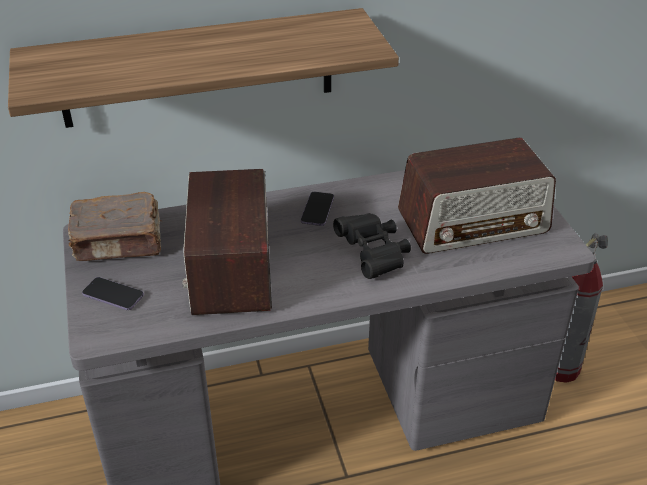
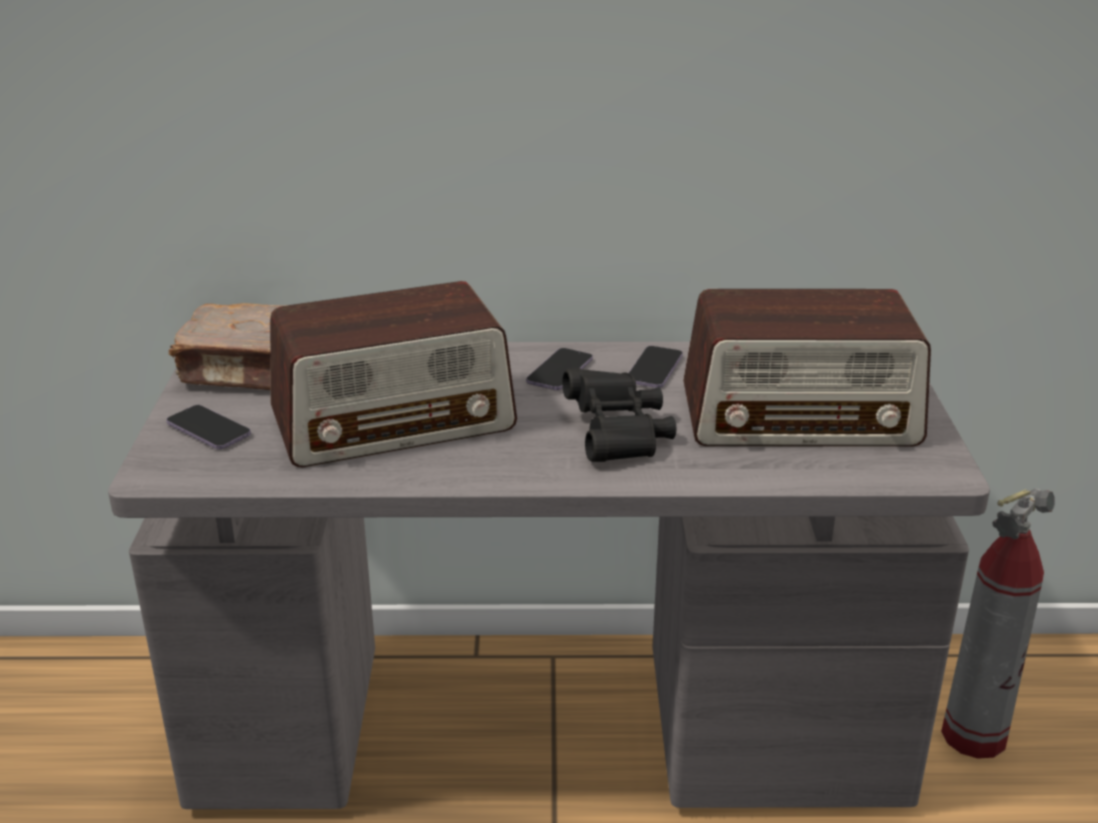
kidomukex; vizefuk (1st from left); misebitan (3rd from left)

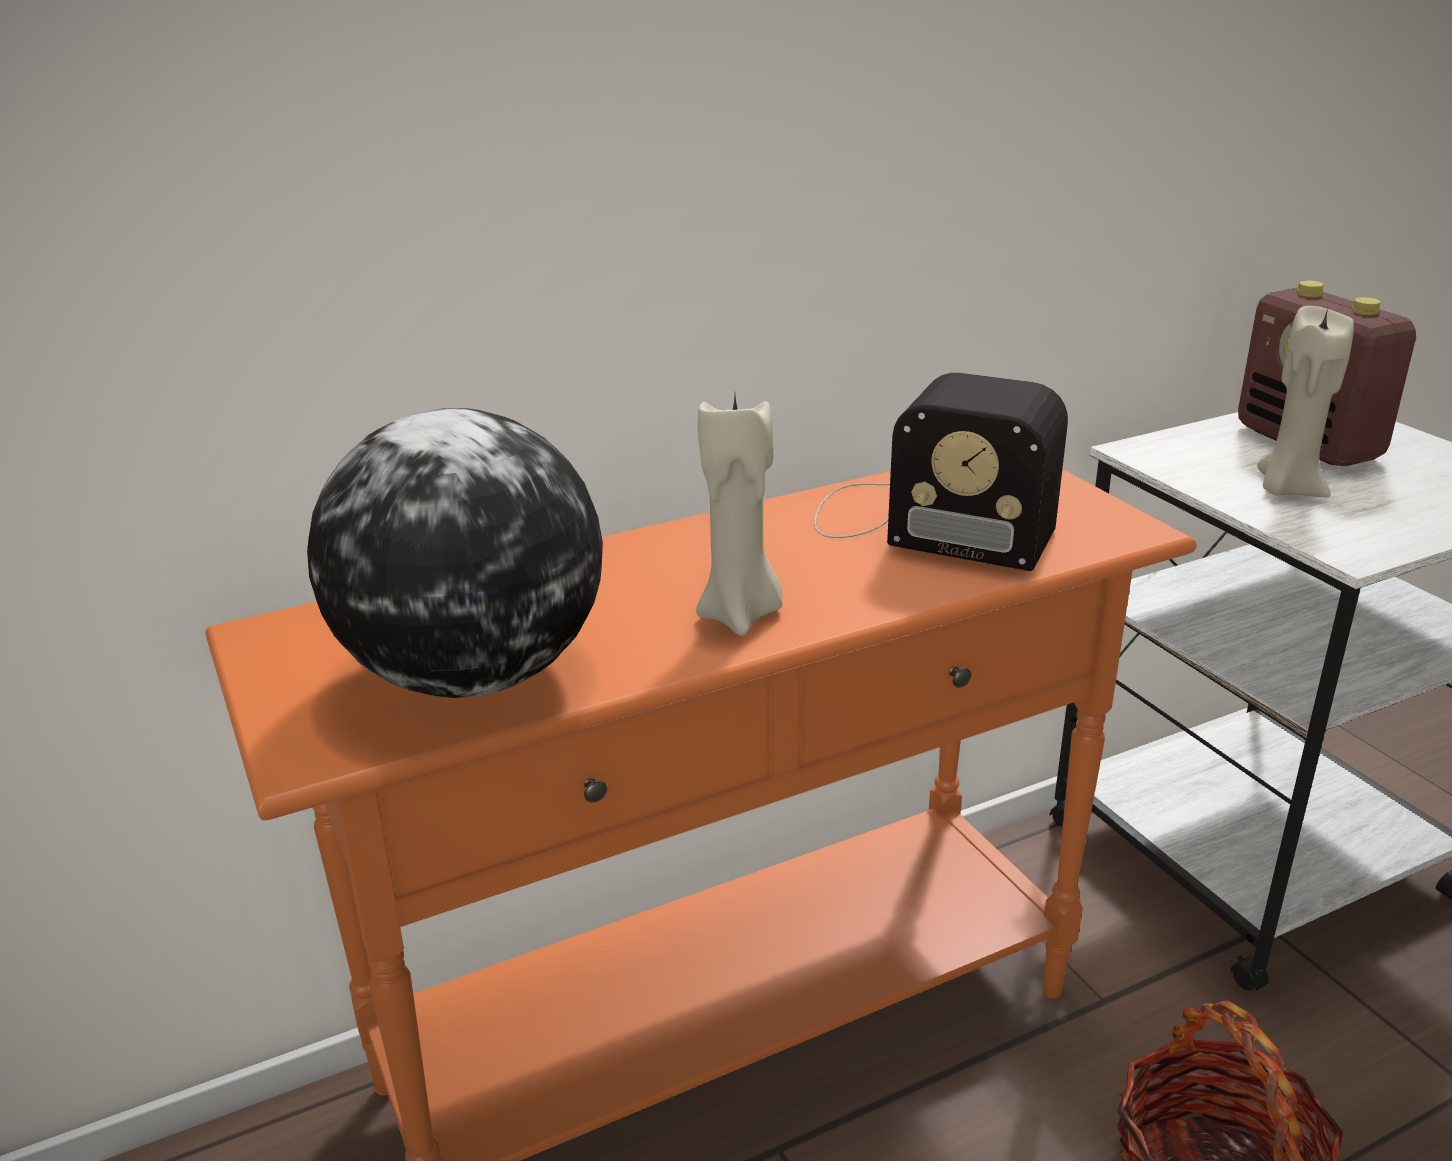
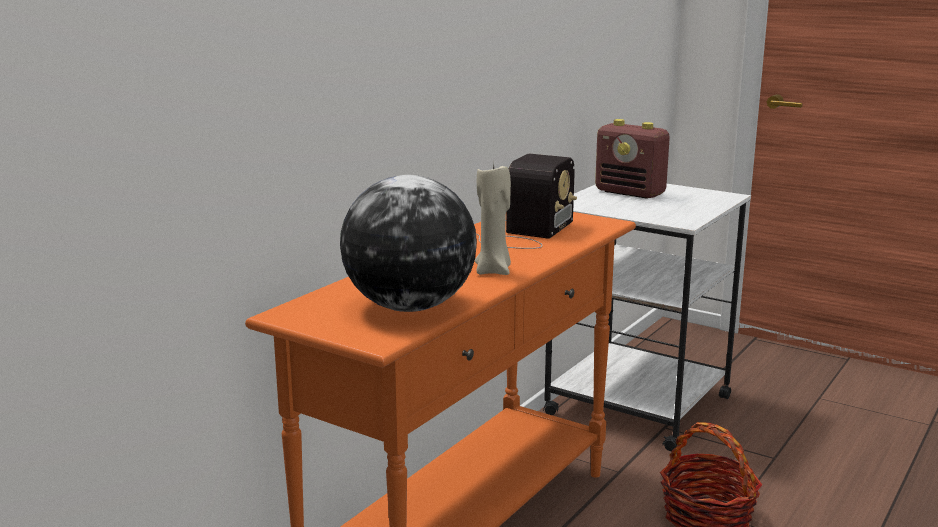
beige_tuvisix (2nd from left in the first image); vizefuk (1st from left)

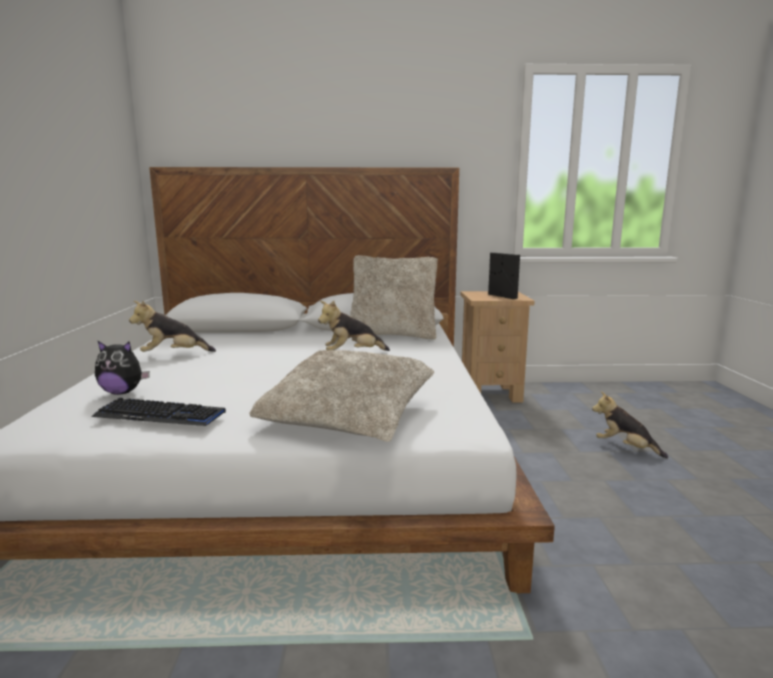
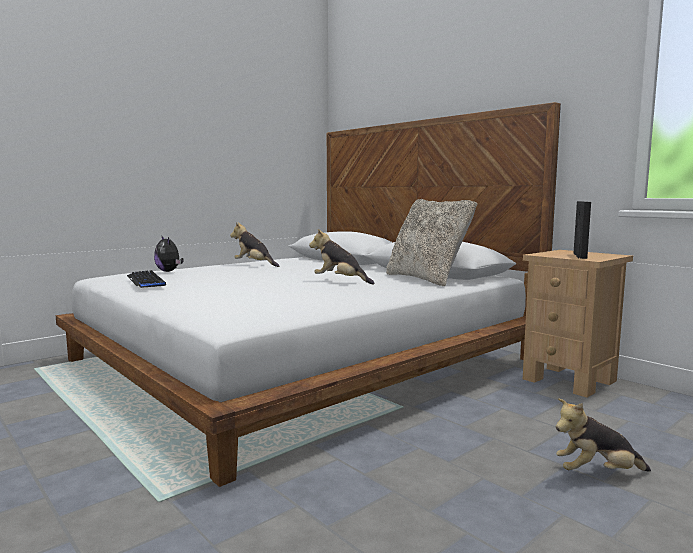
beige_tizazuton (1st from left in the first image); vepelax (4th from left)

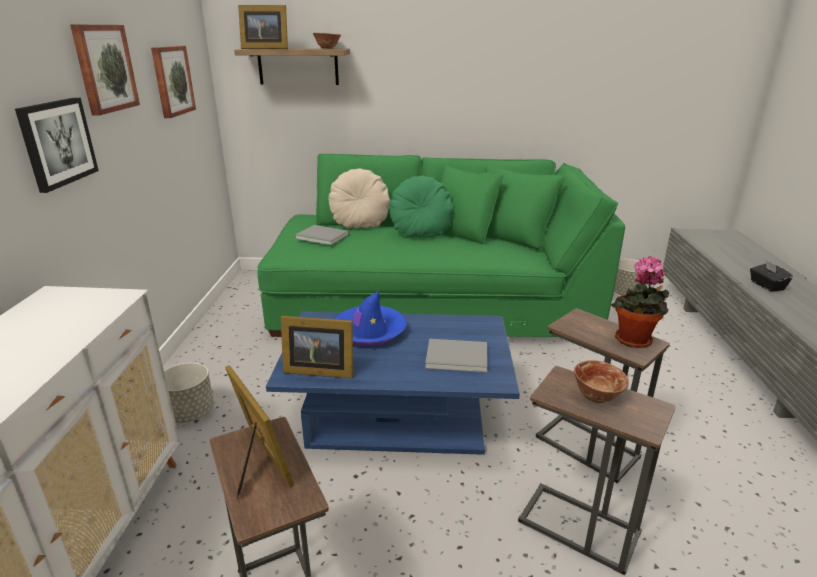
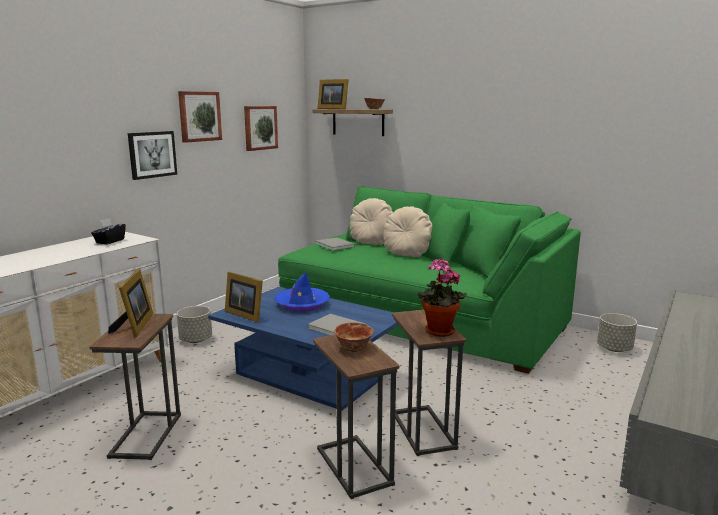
beige_tizazuton (2nd from left); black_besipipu

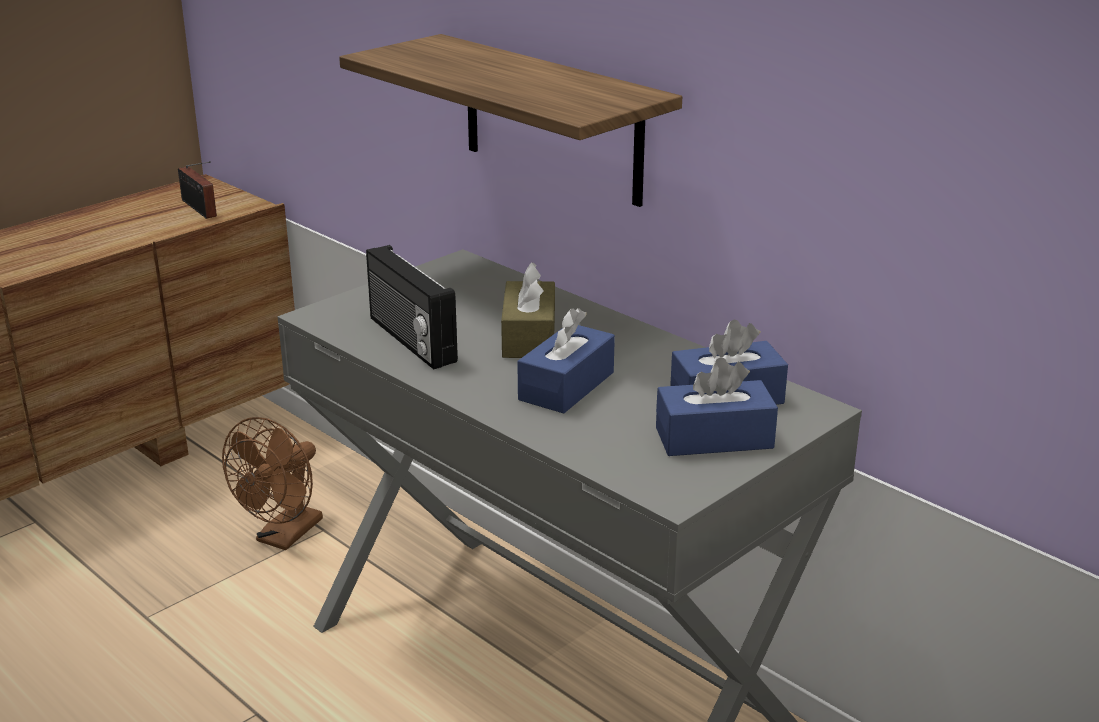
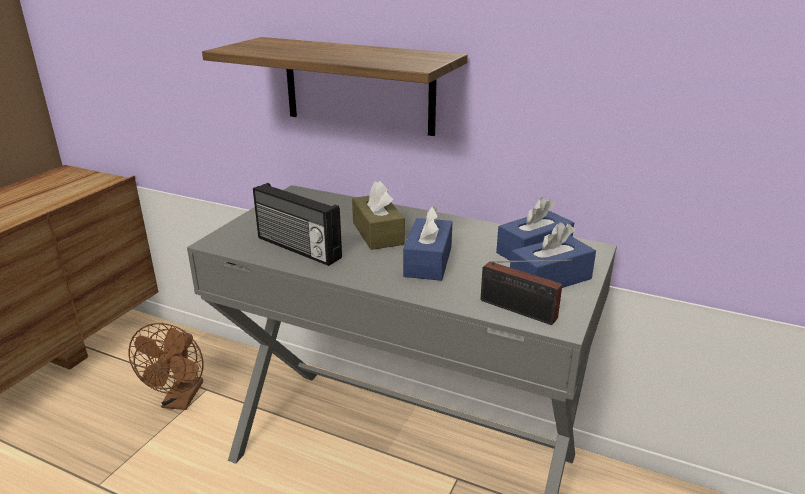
vizefuk (2nd from left)

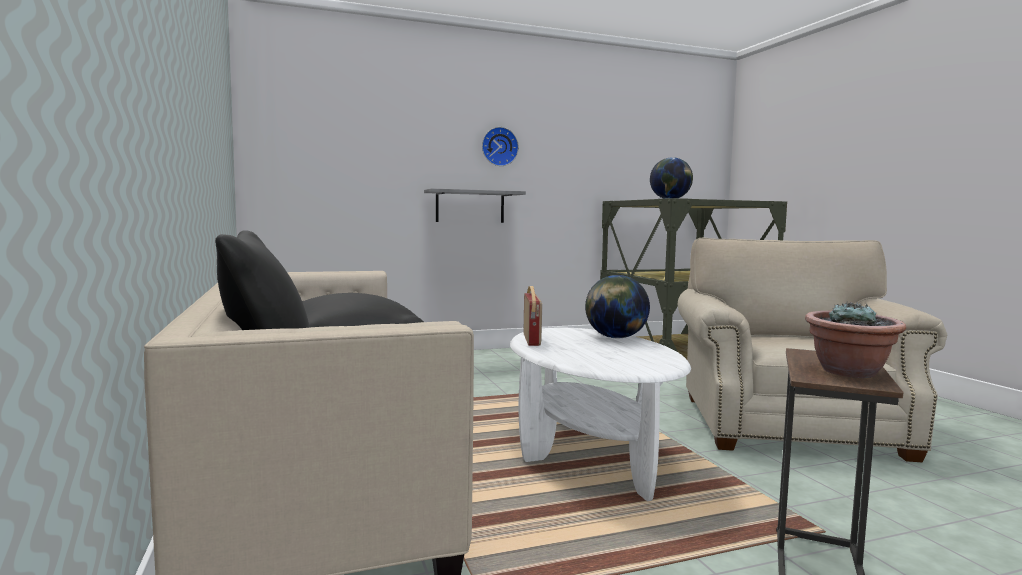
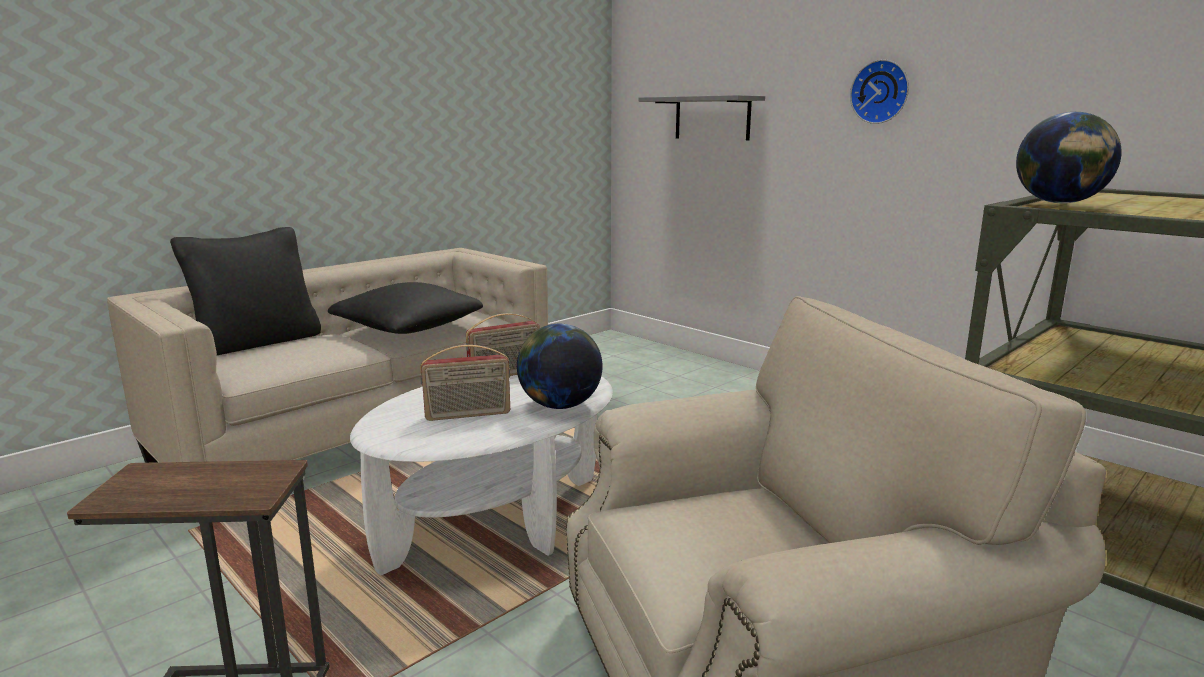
grey_kidomukex; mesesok; vizefuk (1st from left)

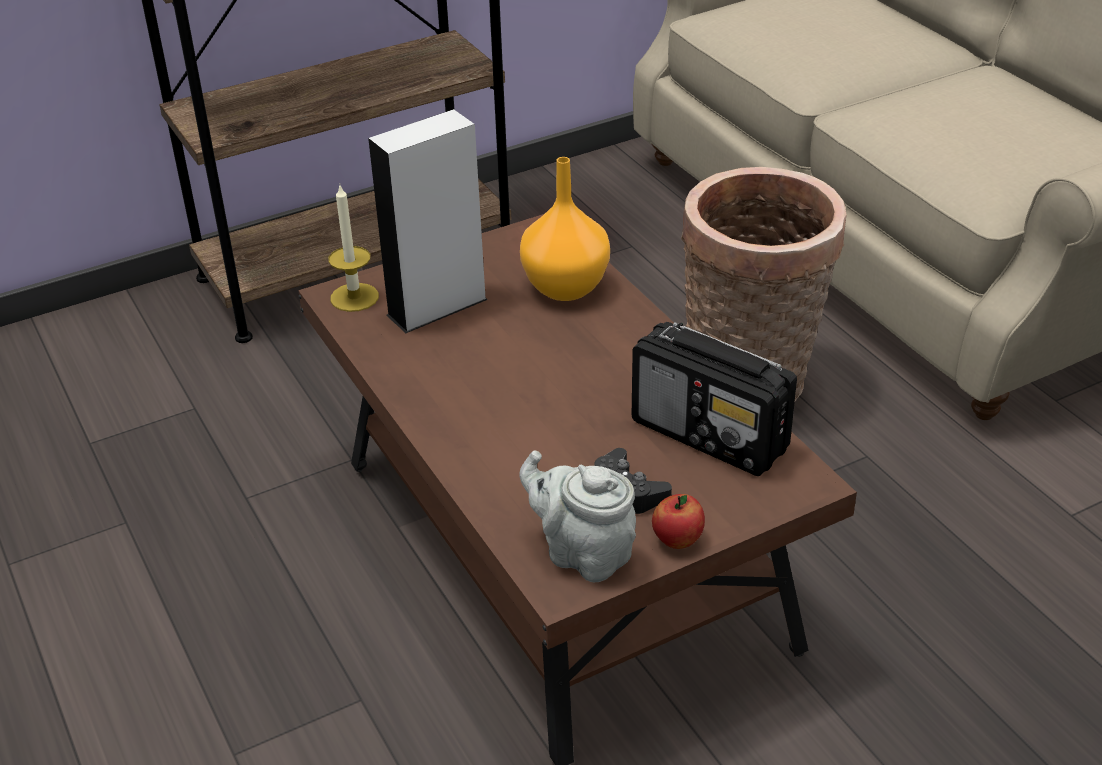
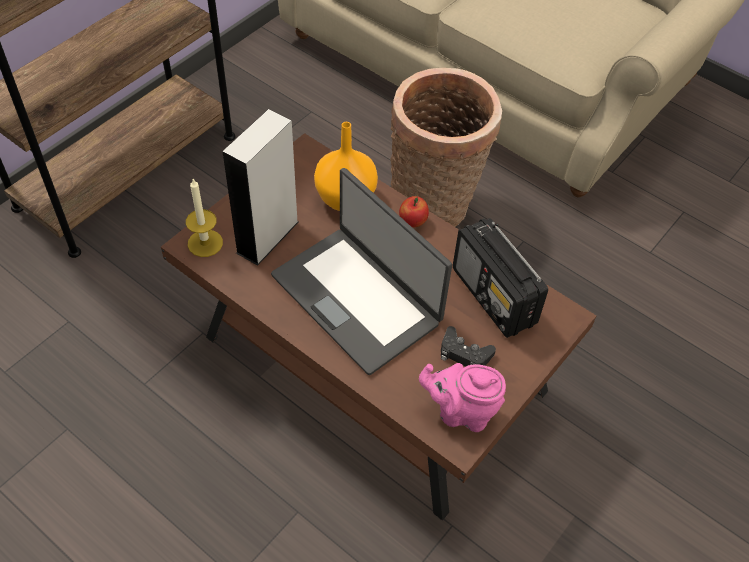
vizefuk; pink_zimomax; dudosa; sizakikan

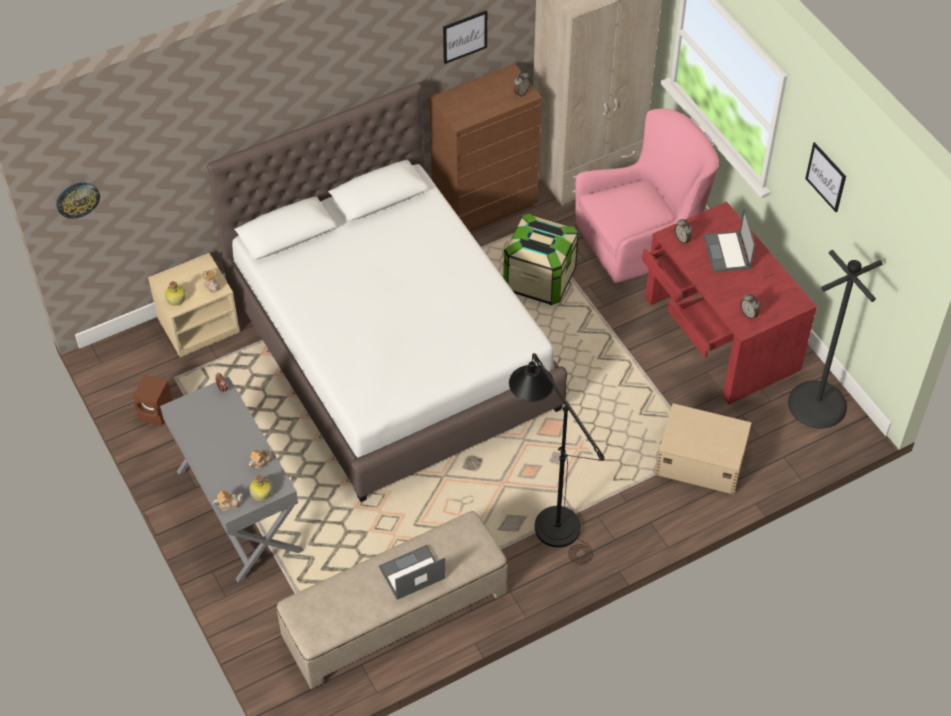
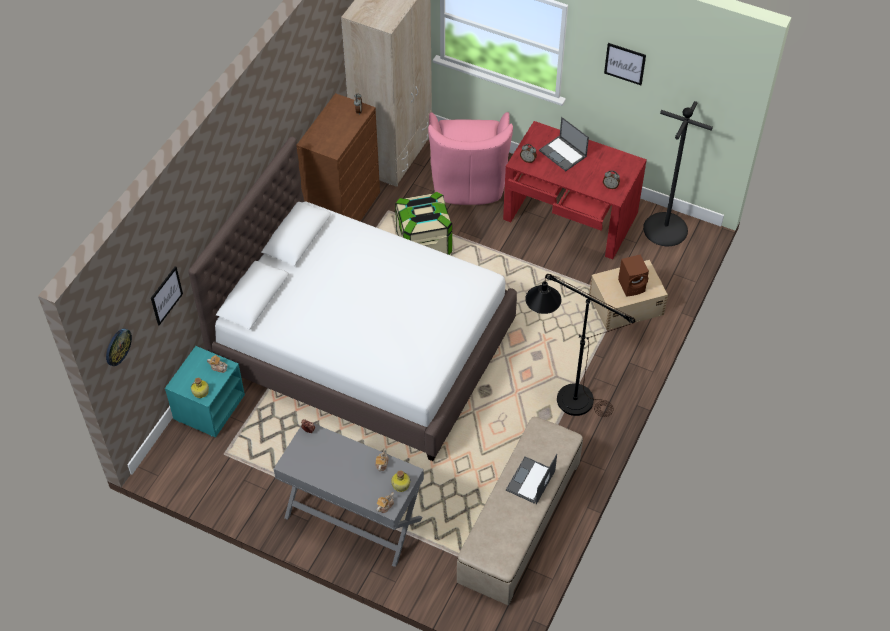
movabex (1st from left); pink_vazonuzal; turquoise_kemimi; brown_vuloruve

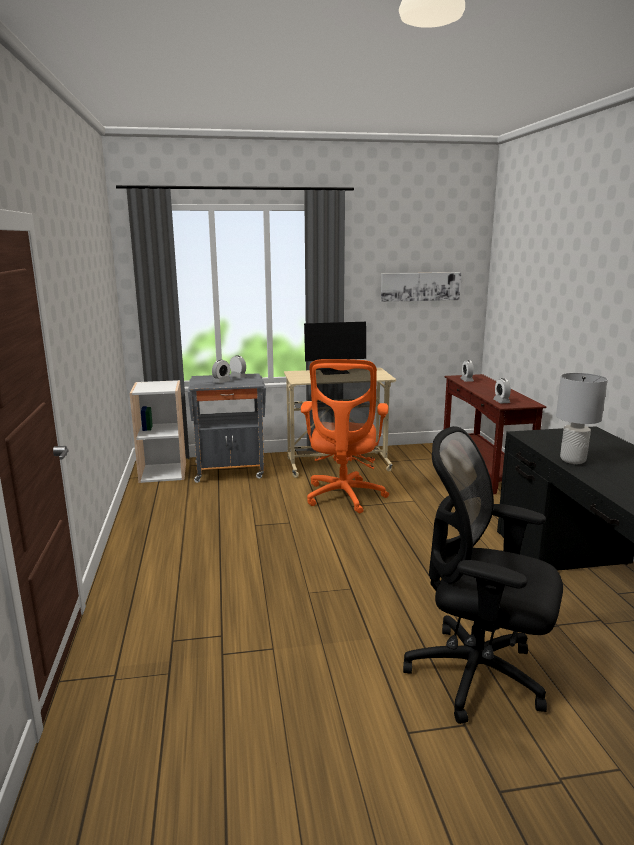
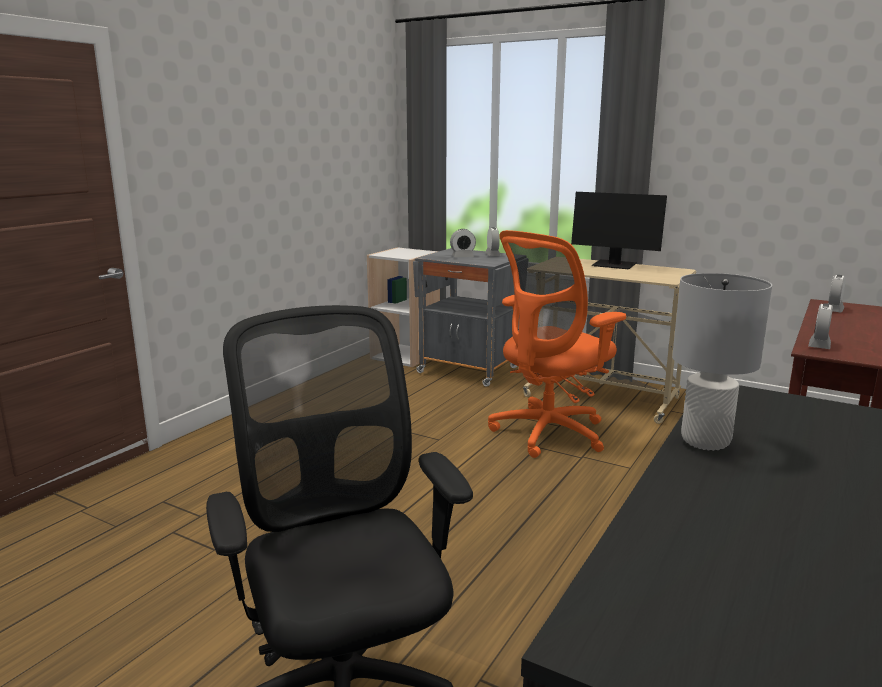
movabex

